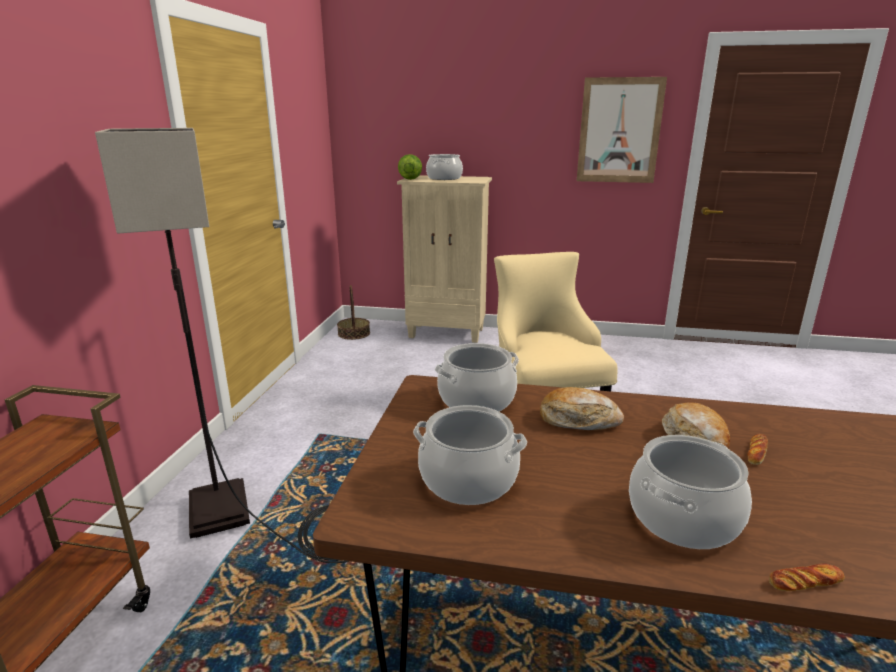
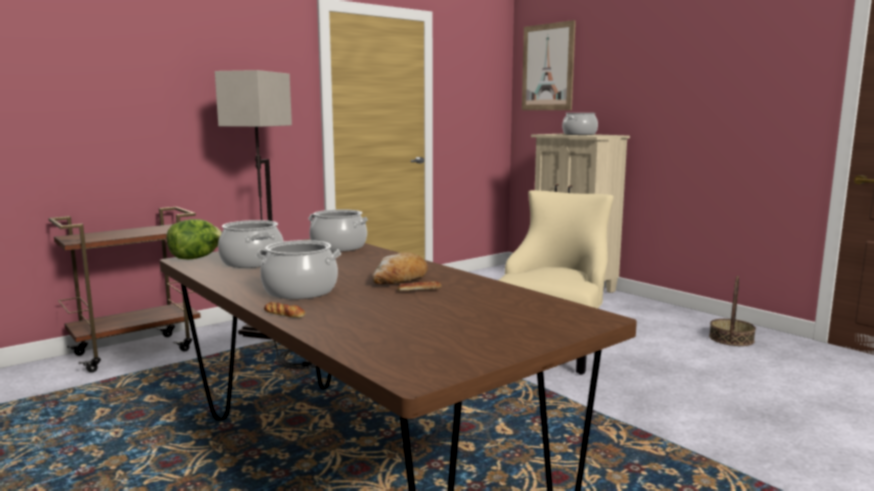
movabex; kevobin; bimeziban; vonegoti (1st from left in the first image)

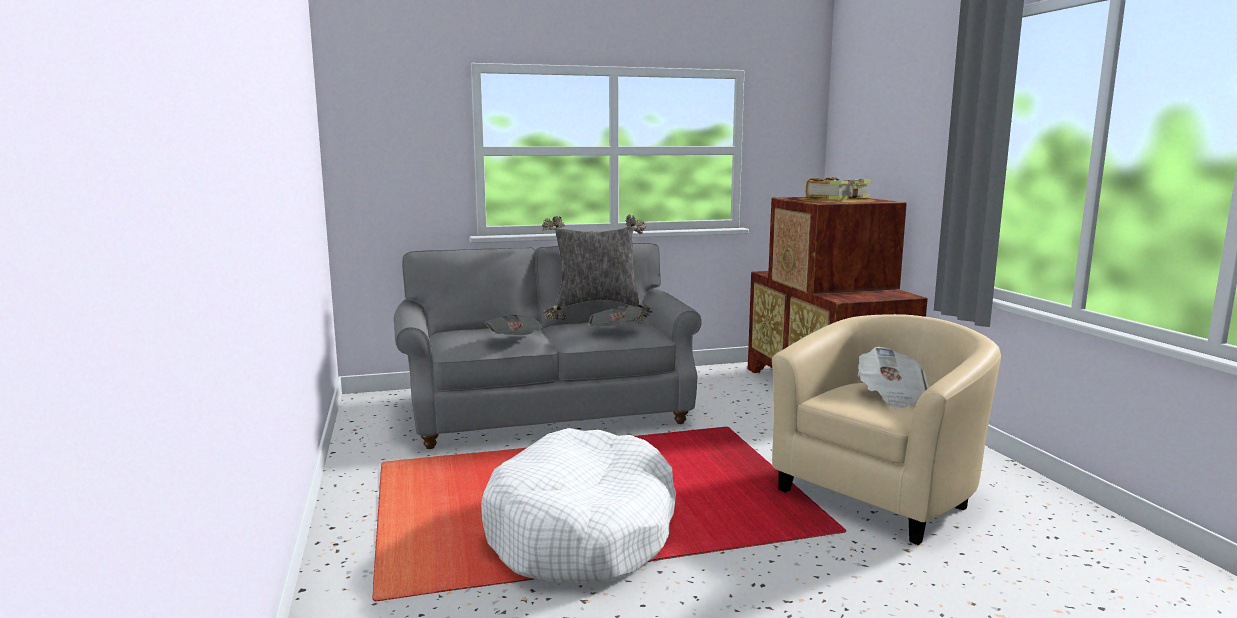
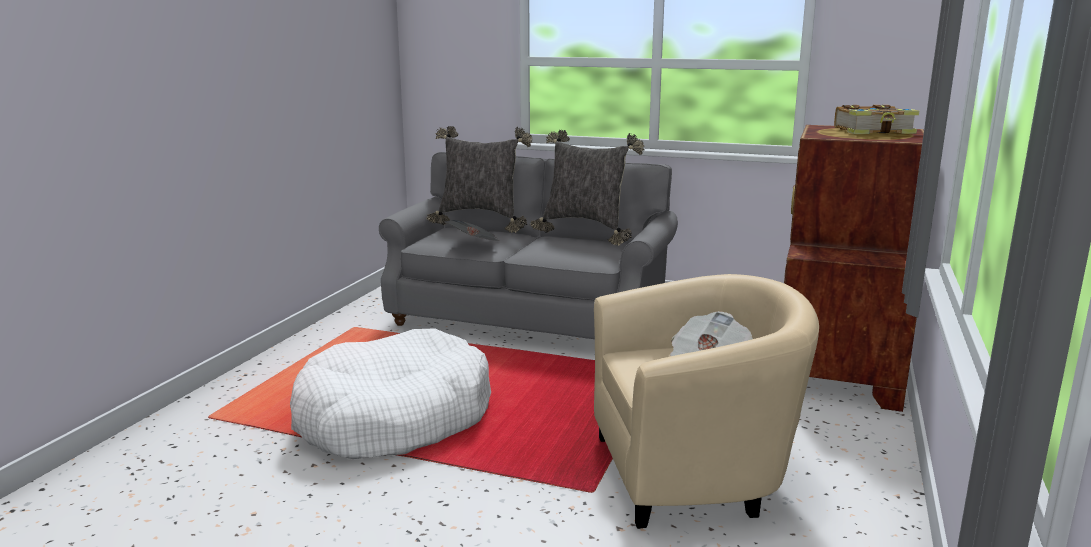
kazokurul (2nd from left in the first image); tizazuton (1st from left)

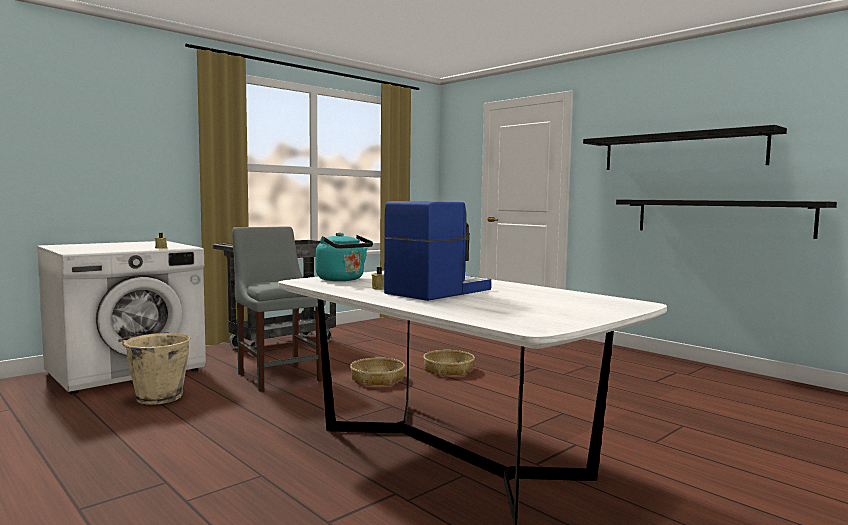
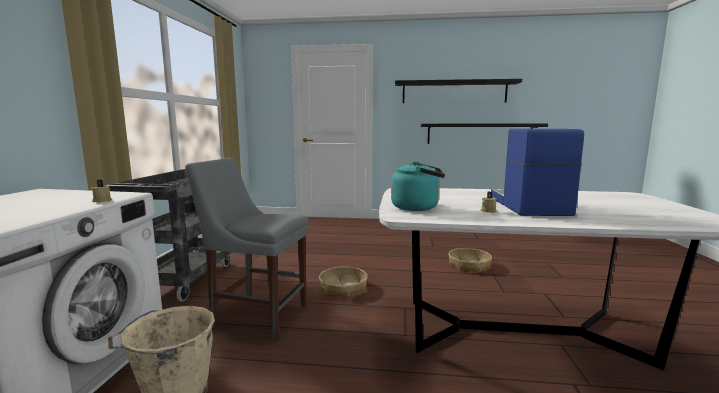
bimeziban (2nd from left)

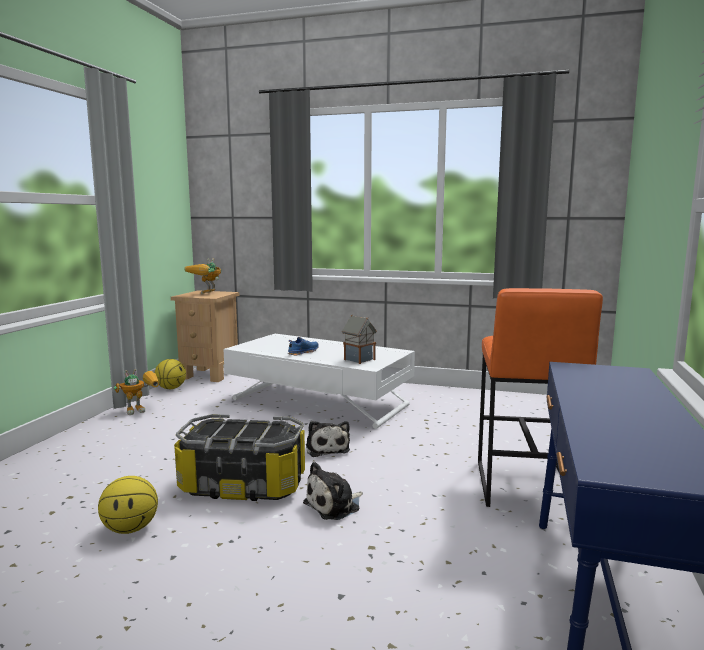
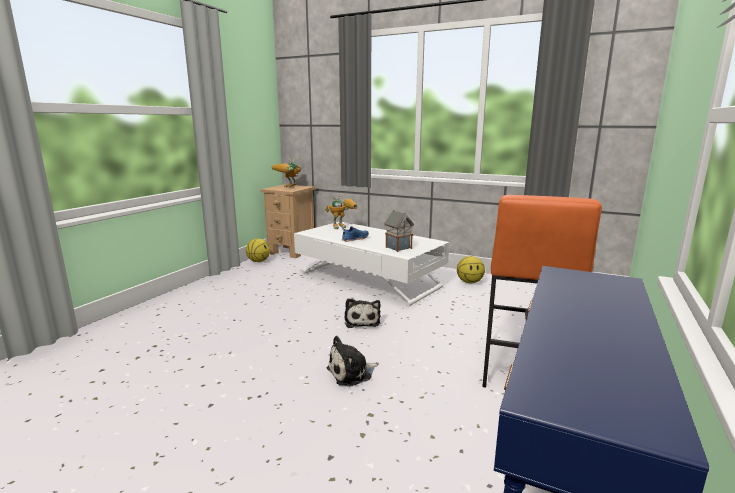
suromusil (2nd from left); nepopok; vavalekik (2nd from left)

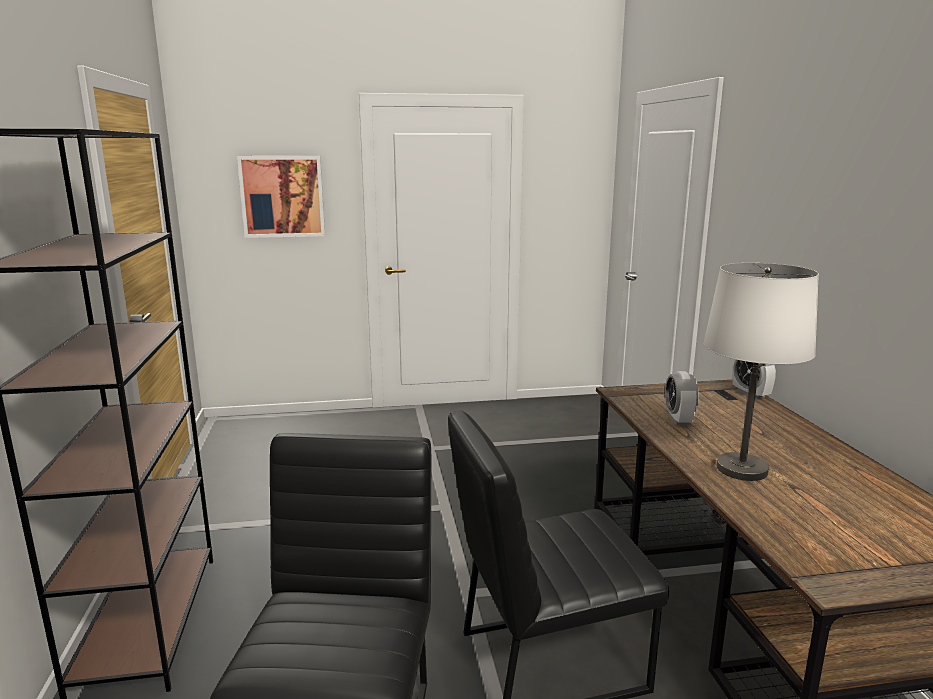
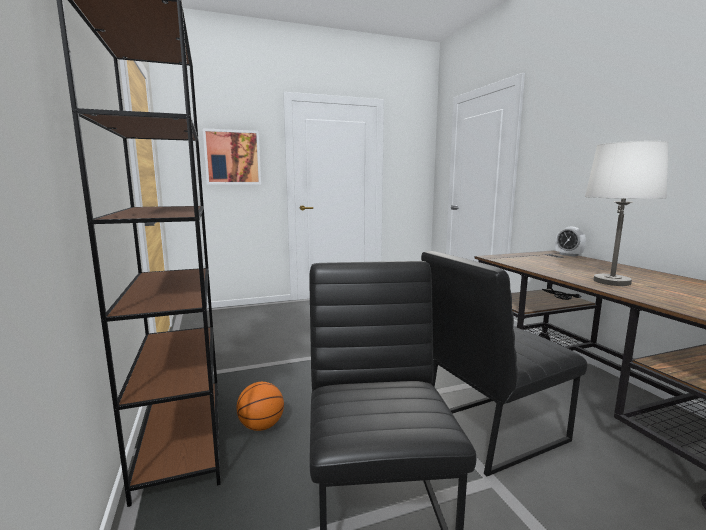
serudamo (1st from left in the first image); vavalekik

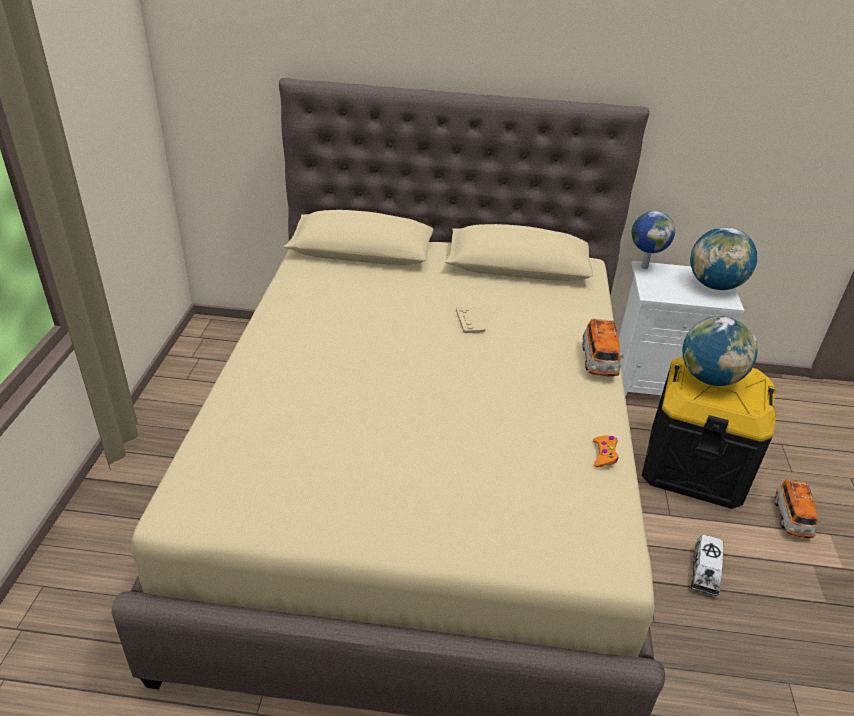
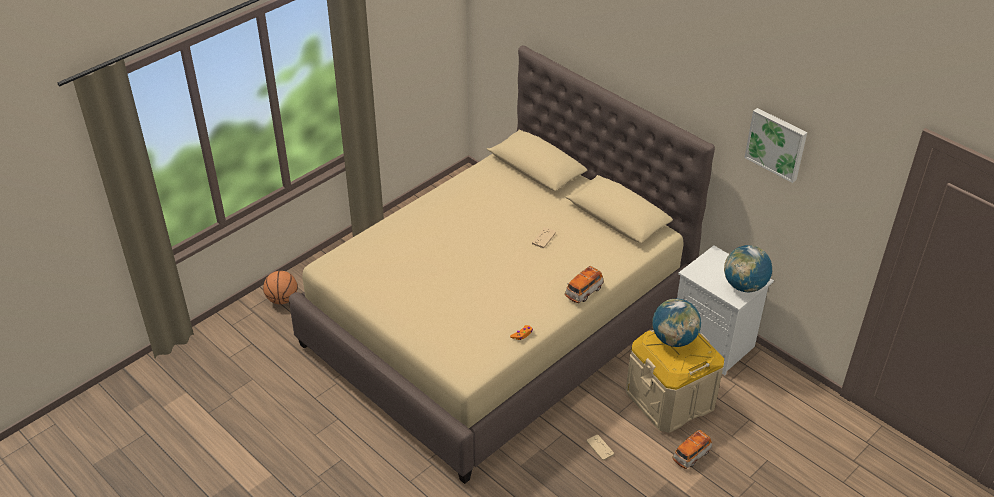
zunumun (1st from left in the first image); beige_nepopok; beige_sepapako (2nd from left); movabex; vavalekik

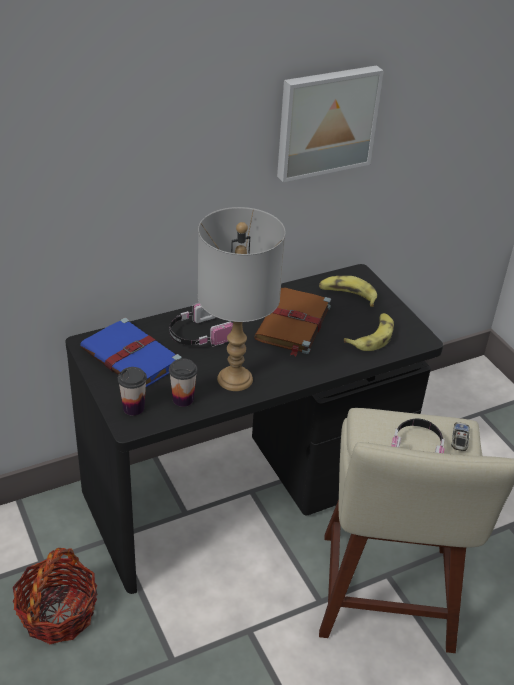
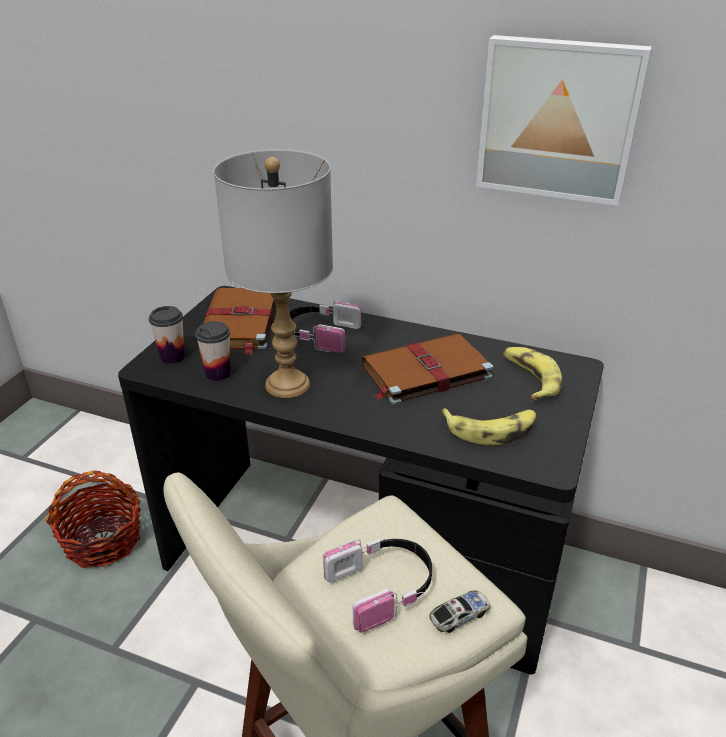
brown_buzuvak (1st from left)

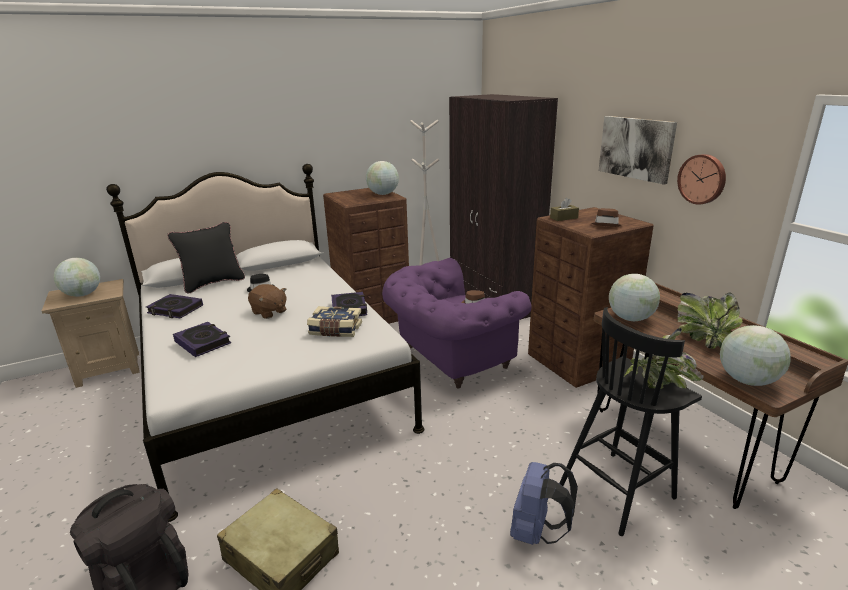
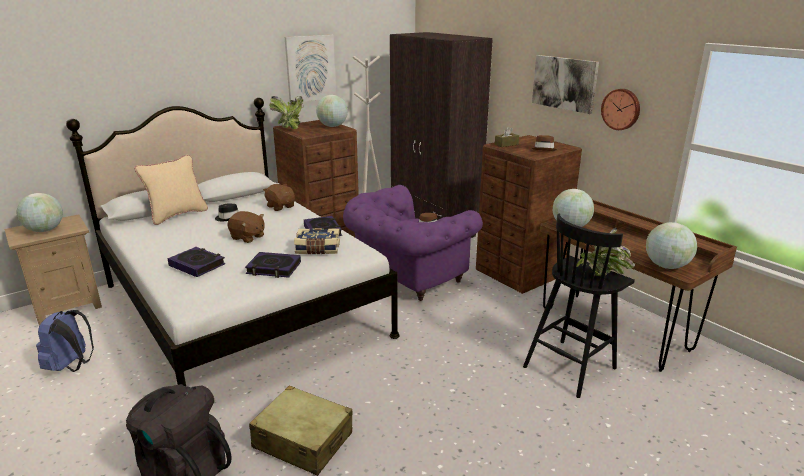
beige_tizazuton; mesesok (1st from left); buzuvak (2nd from left); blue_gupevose; movabex (1st from left); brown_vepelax (2nd from left)

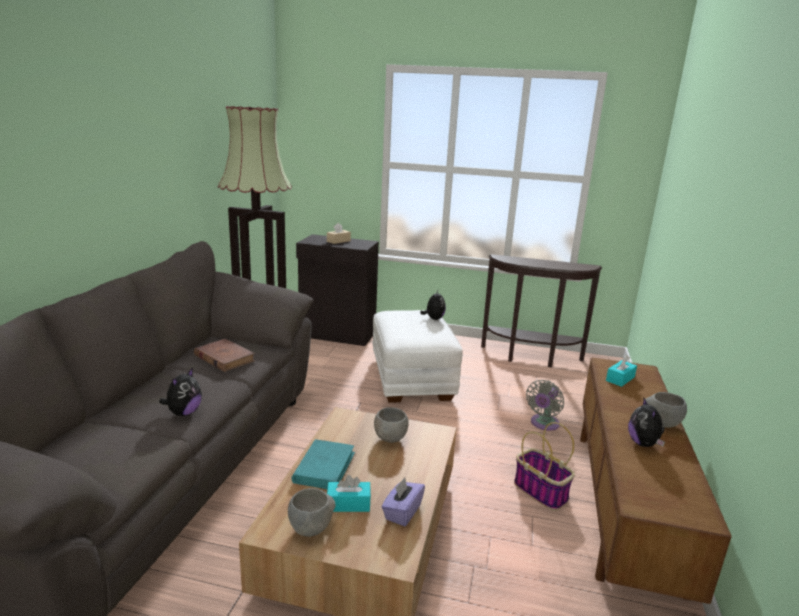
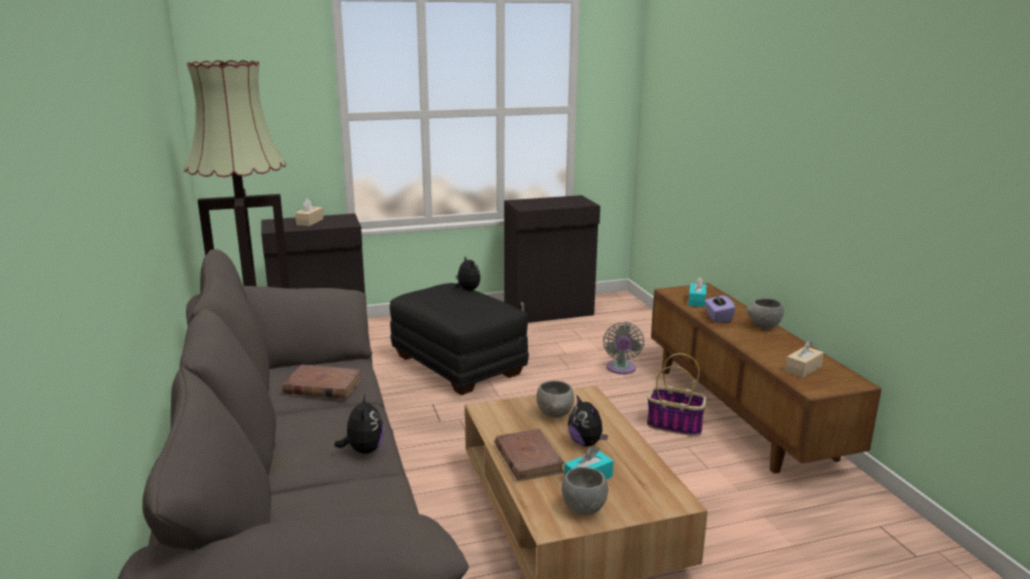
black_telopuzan (2nd from left); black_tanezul; vepelax (3rd from left); brown_buzuvak (2nd from left); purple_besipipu; beige_besipipu (2nd from left)

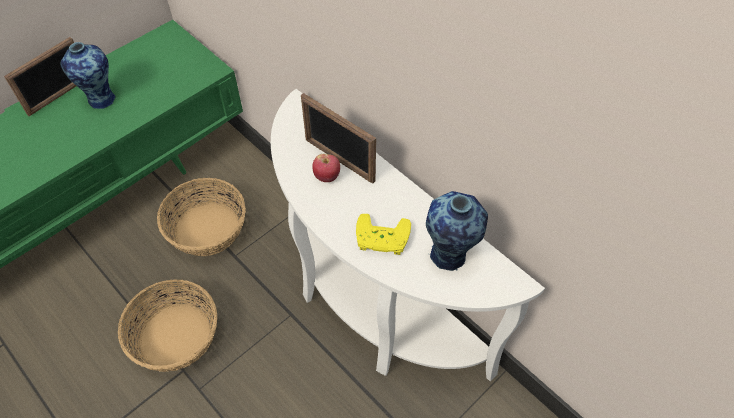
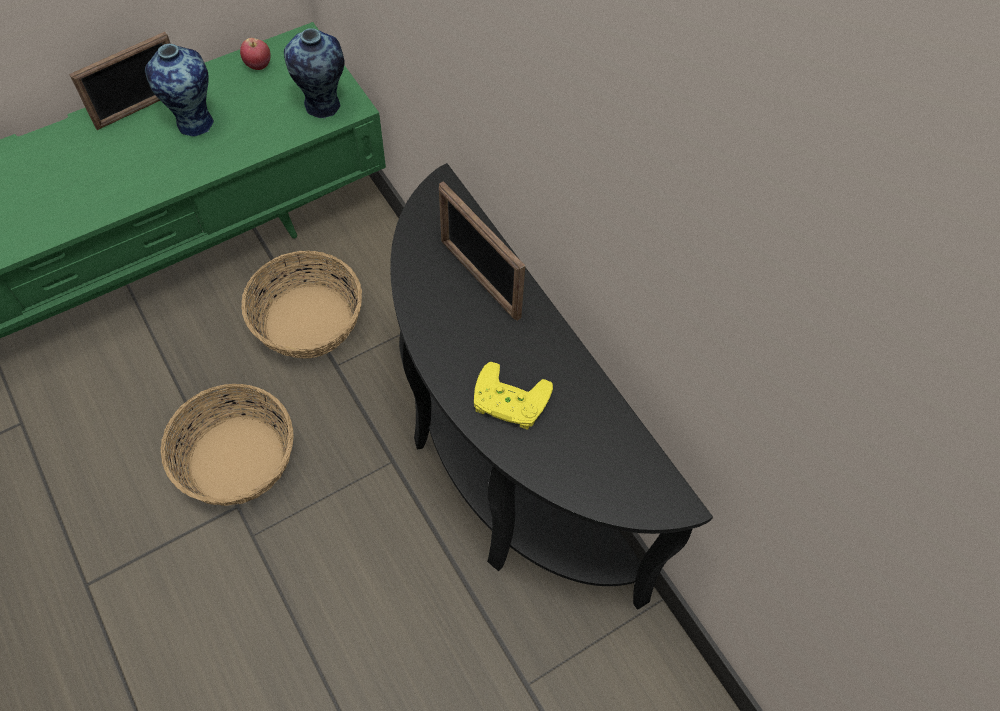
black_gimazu; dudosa; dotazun (2nd from left)

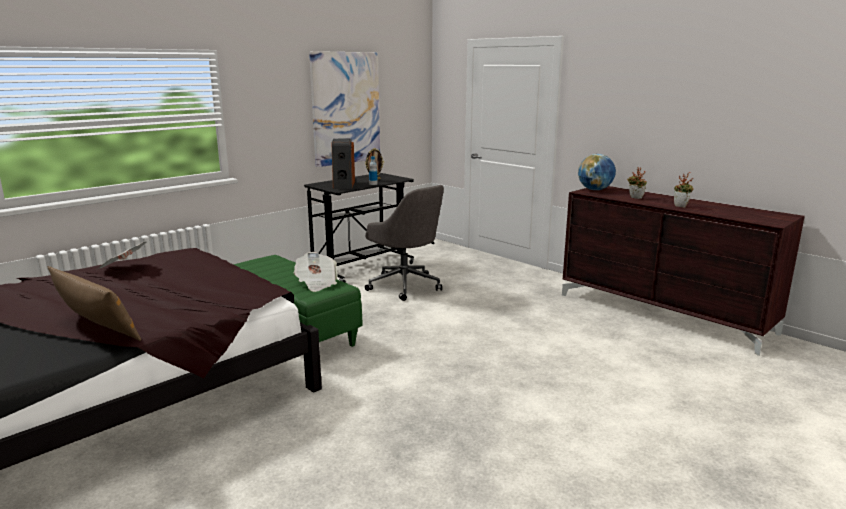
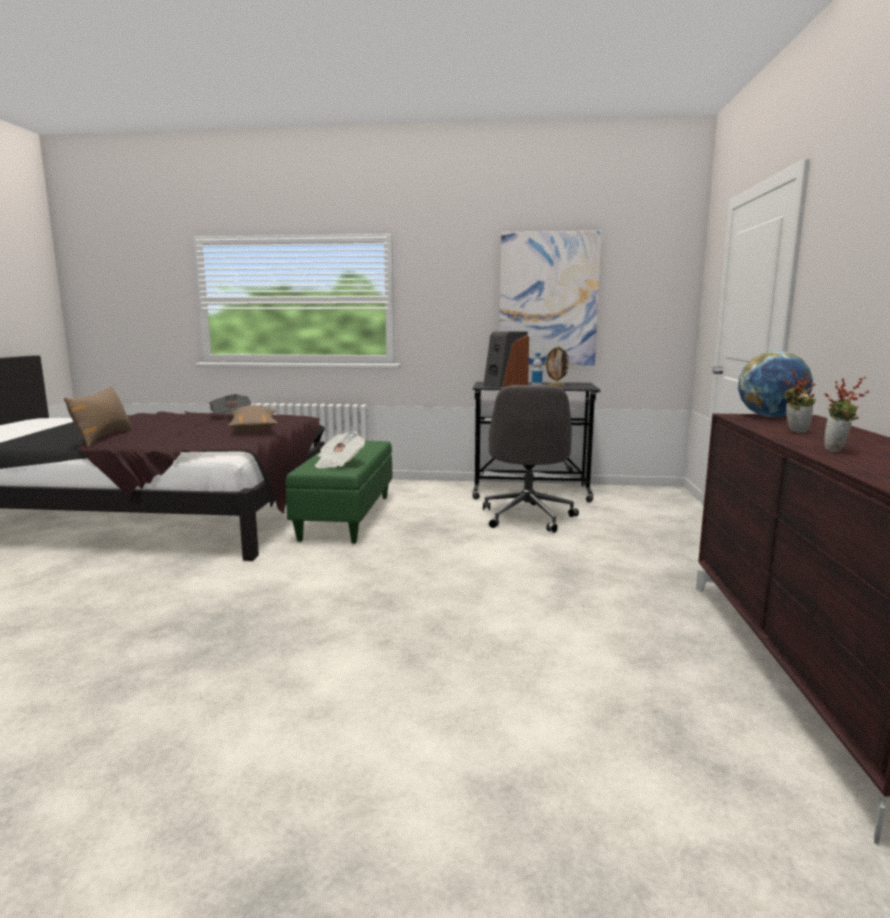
brown_tizazuton (2nd from left)

